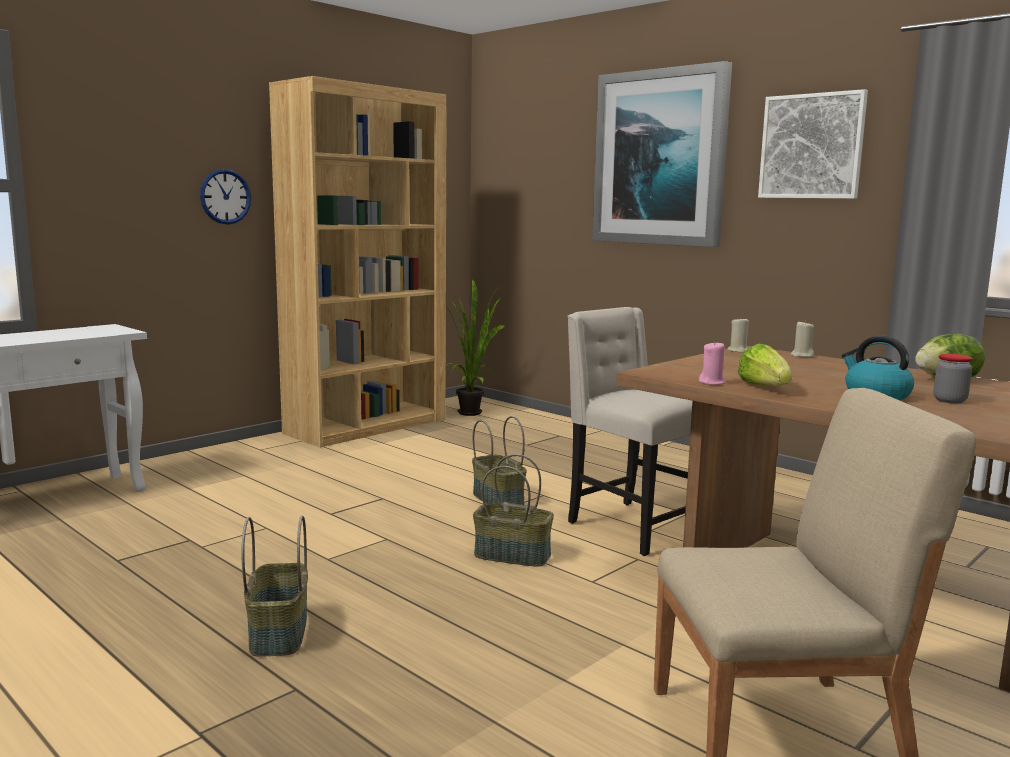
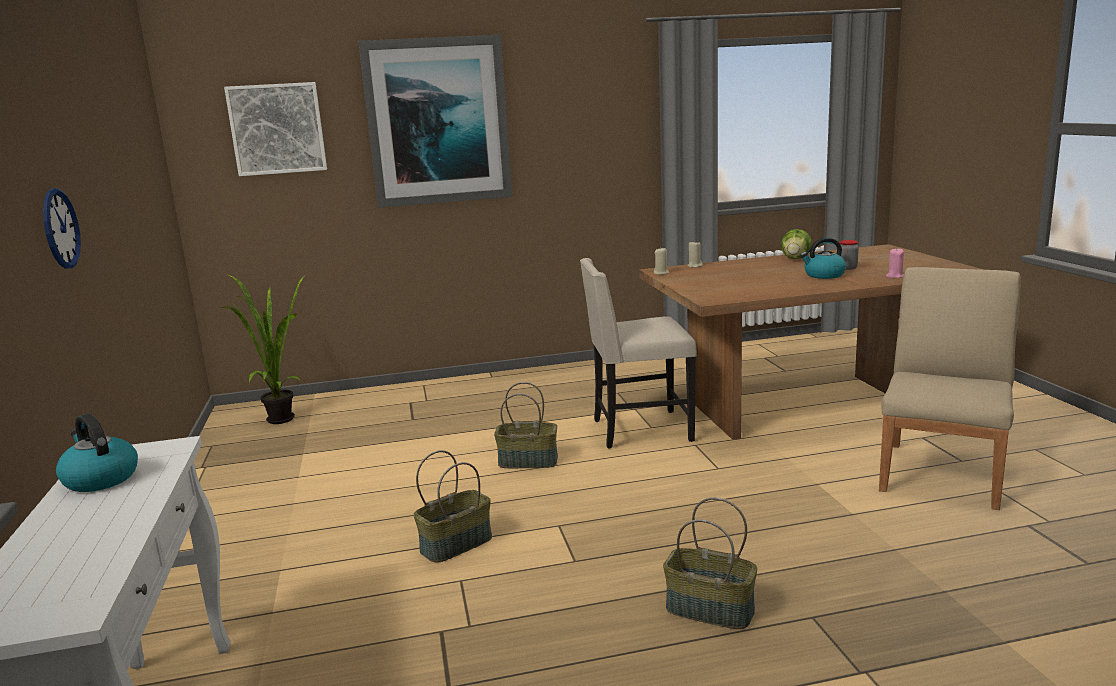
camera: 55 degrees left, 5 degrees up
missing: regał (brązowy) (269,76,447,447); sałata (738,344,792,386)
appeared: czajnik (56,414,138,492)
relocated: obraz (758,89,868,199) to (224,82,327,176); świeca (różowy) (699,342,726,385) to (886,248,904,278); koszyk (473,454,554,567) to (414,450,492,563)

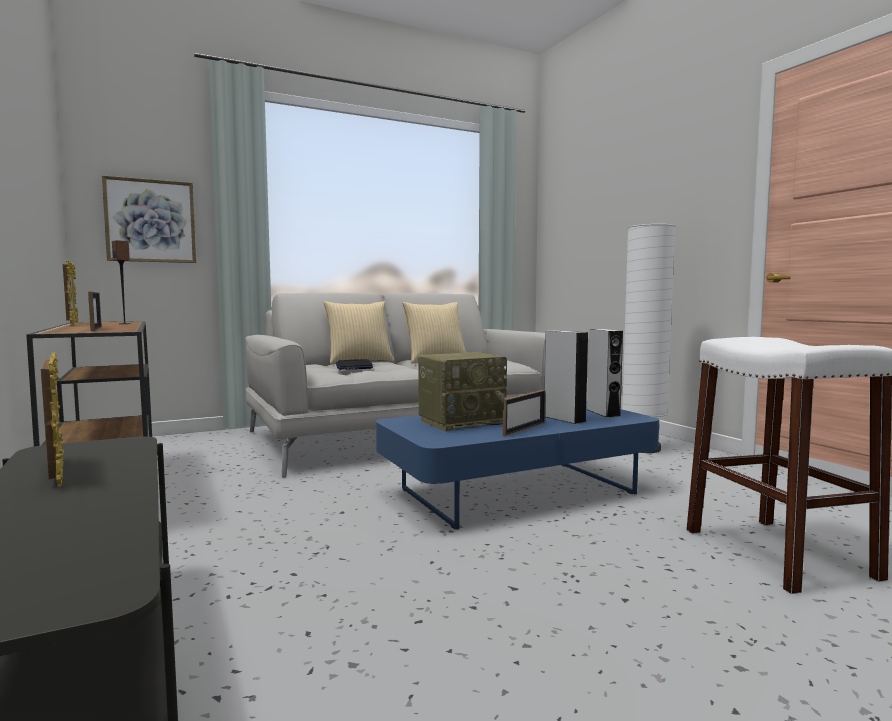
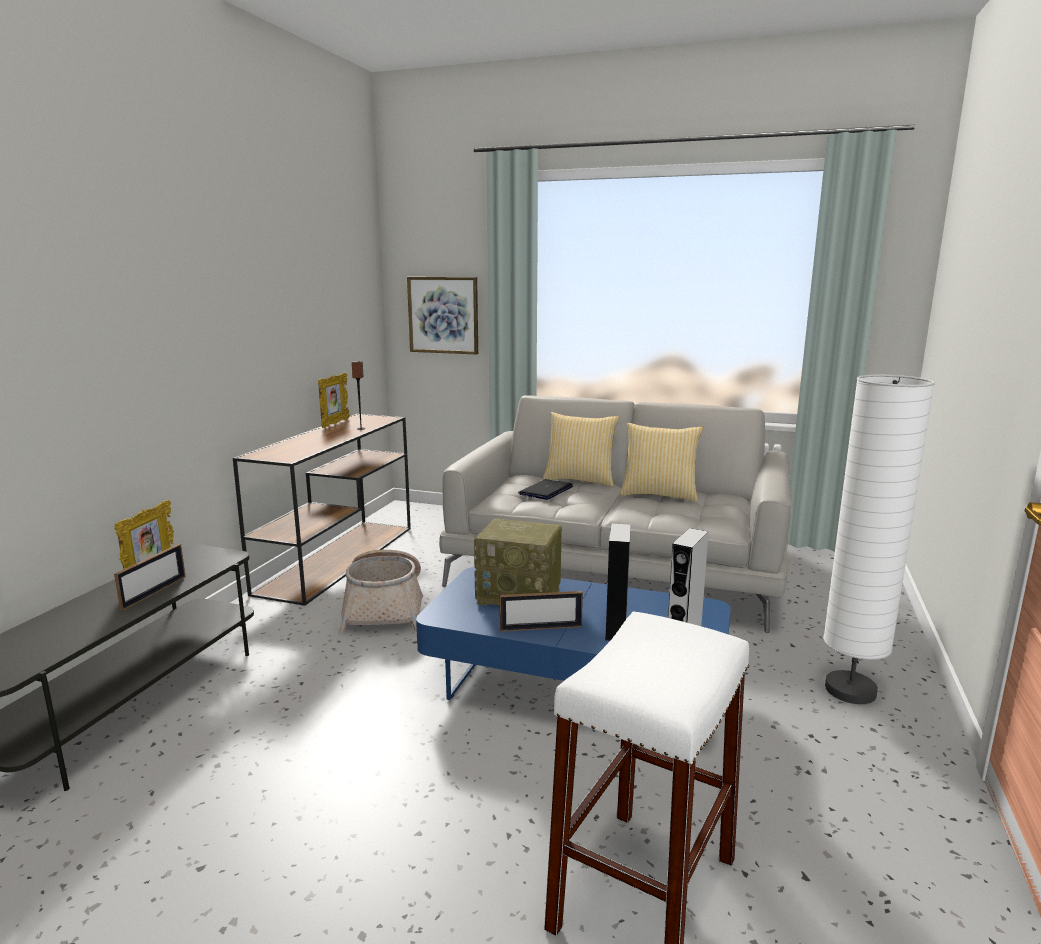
camera: 45 degrees right, 10 degrees up
appeared: koszyk (339,549,423,633)
relocated: ramka na zdjęcie (88,292,102,331) to (114,544,186,611)

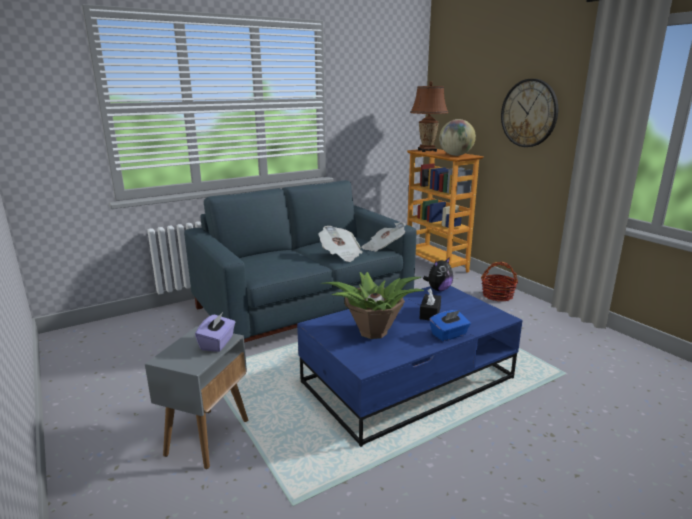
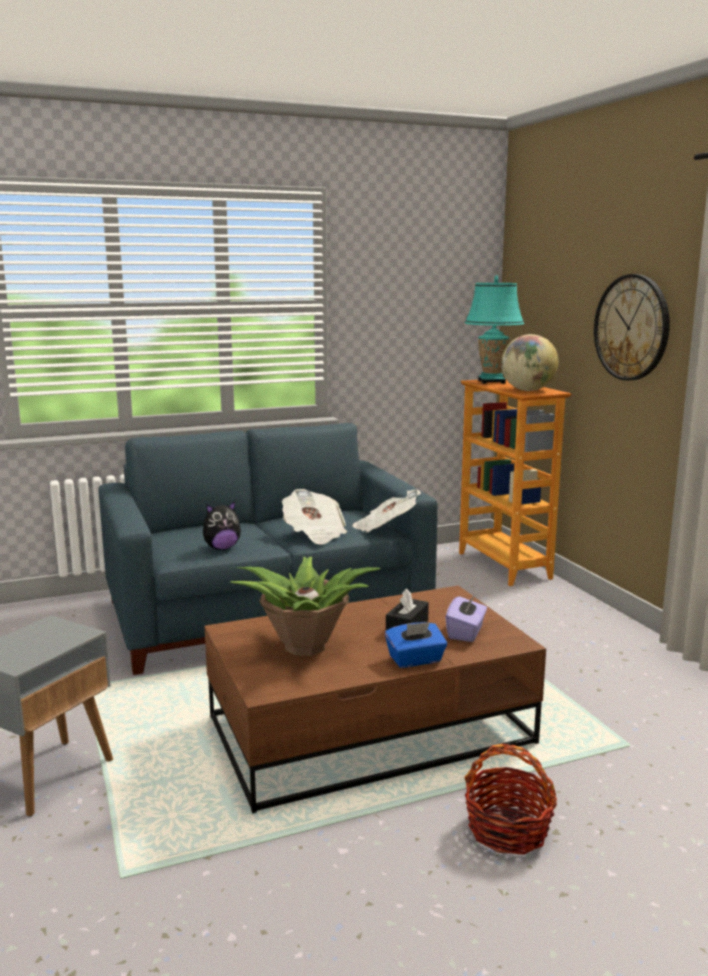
camera: 10 degrees right, 5 degrees down
relocated: pluszak (423,257,453,291) to (203,501,241,550); koszyk (481,262,518,301) to (464,744,557,855); pudełko chusteczek (fioletowy) (195,312,235,352) to (445,593,487,642)
colour: lampa stołowa (brązowy) (410,81,448,152) to lampa stołowa (turkusowy) (465,275,524,384); ława (niebieski) (297,286,523,447) to ława (brązowy) (204,586,546,813)

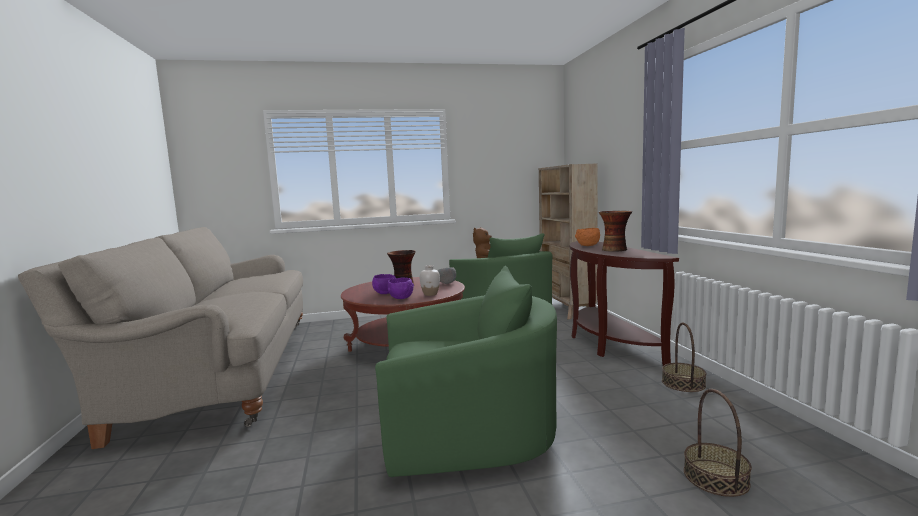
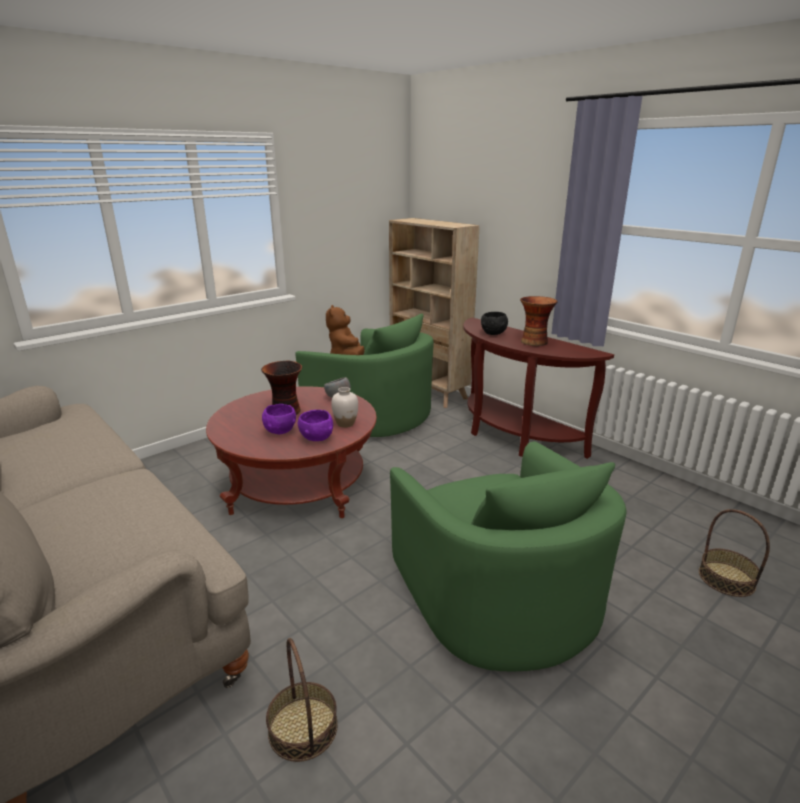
camera: 30 degrees left, 15 degrees up
relocated: koszyk (662,323,707,392) to (266,638,338,762)
colour: miska (pomarańczowy) (575,228,600,246) to miska (czarny) (481,312,508,335)
spun: fotel (zielony) (375,266,557,477) = (390,441,626,671) 105 degrees clockwise

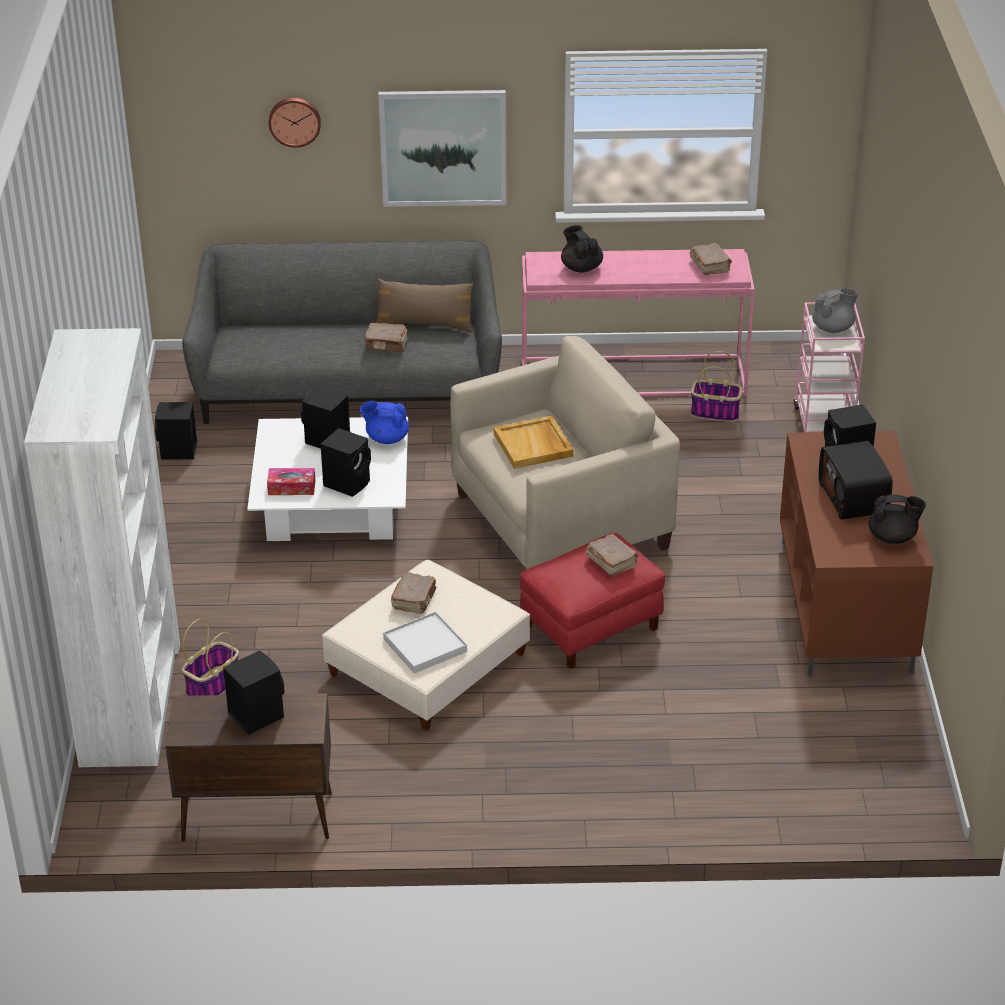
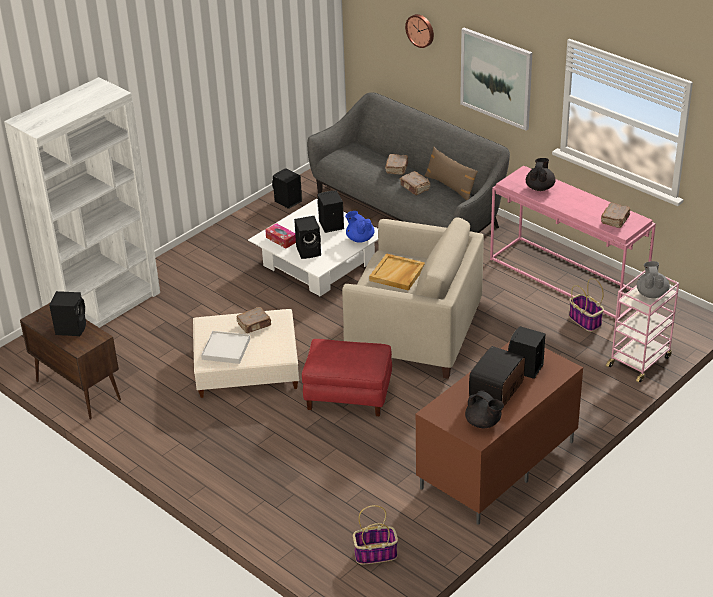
camera: 45 degrees right, 0 degrees up
relocated: książka (brązowy) (586,534,639,576) to (385,154,408,175); koszyk (182,619,239,696) to (353,505,398,564)
spun: imbryk (szary) (812,288,858,333) = (637,261,670,298) 105 degrees counterclockwise

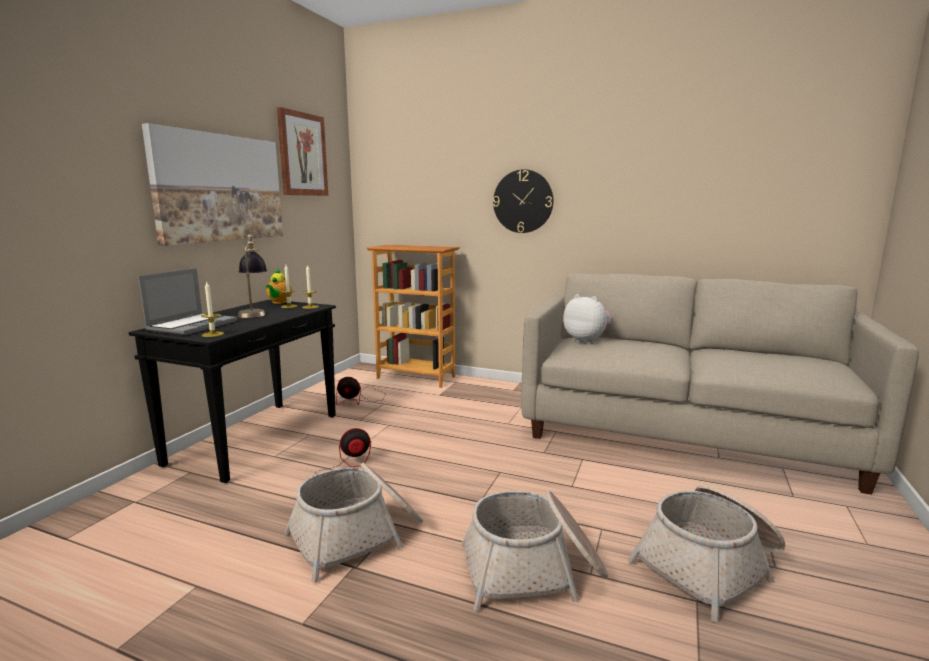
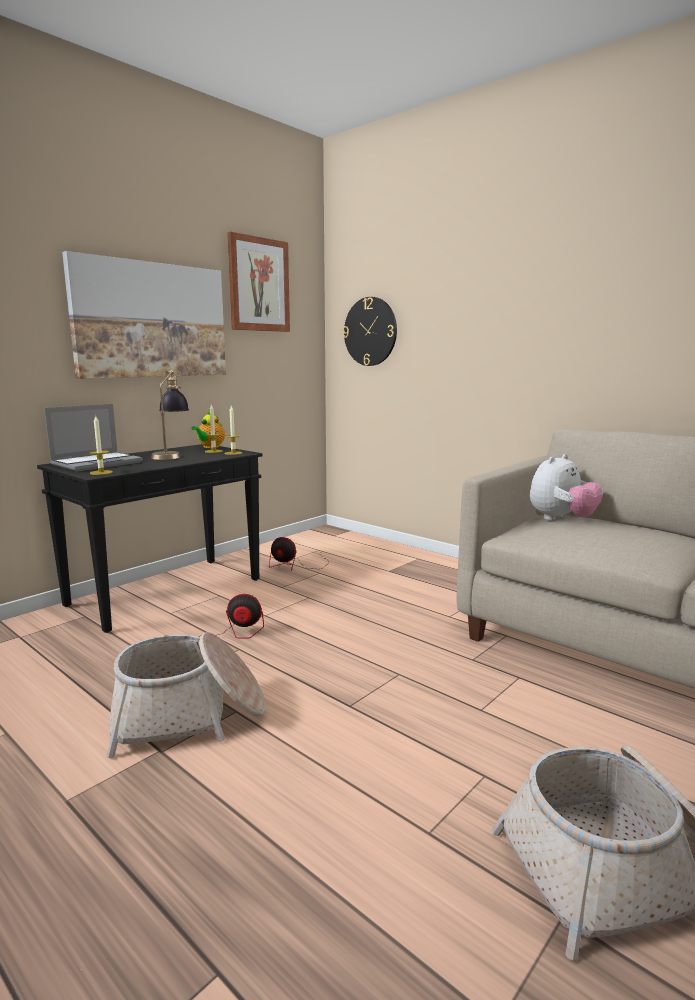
camera: 20 degrees right, 0 degrees up
missing: regał (366,245,460,388); koszyk (461,491,608,611)
relocated: zegar ścienny (493,169,554,233) to (343,297,397,366)
spun: pluszak (563,294,612,344) = (530,454,603,521) 75 degrees clockwise

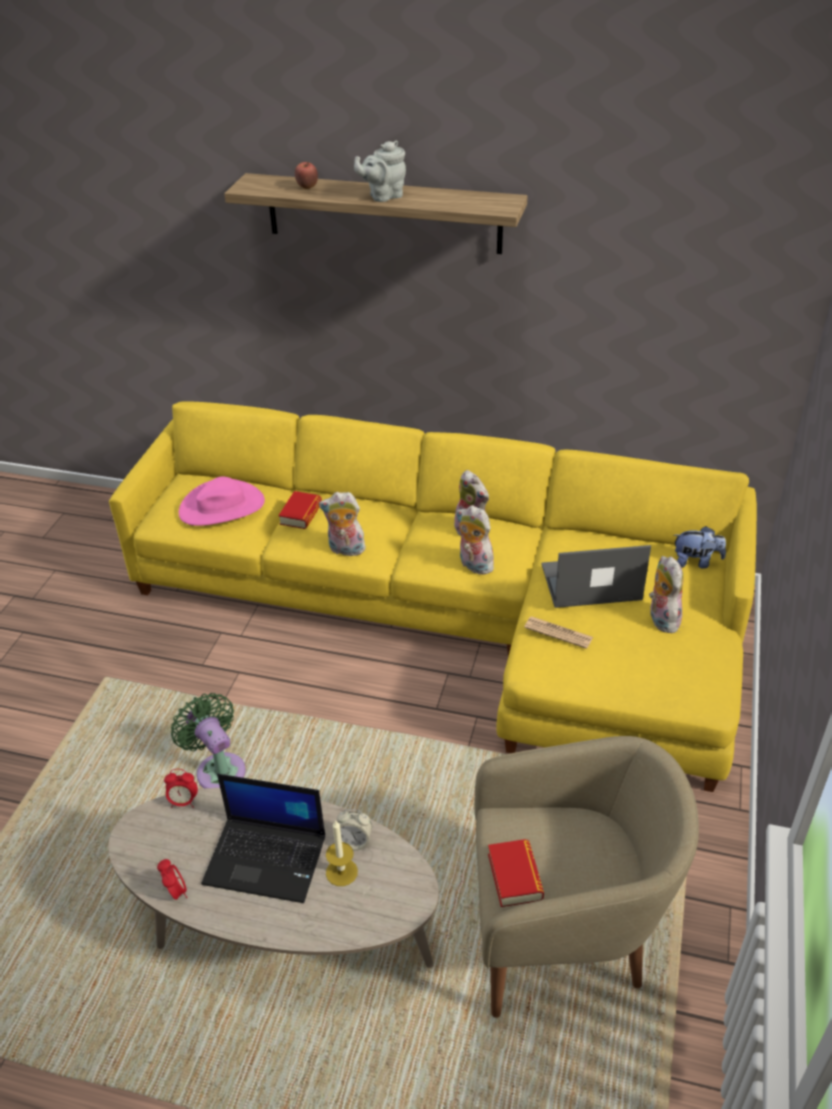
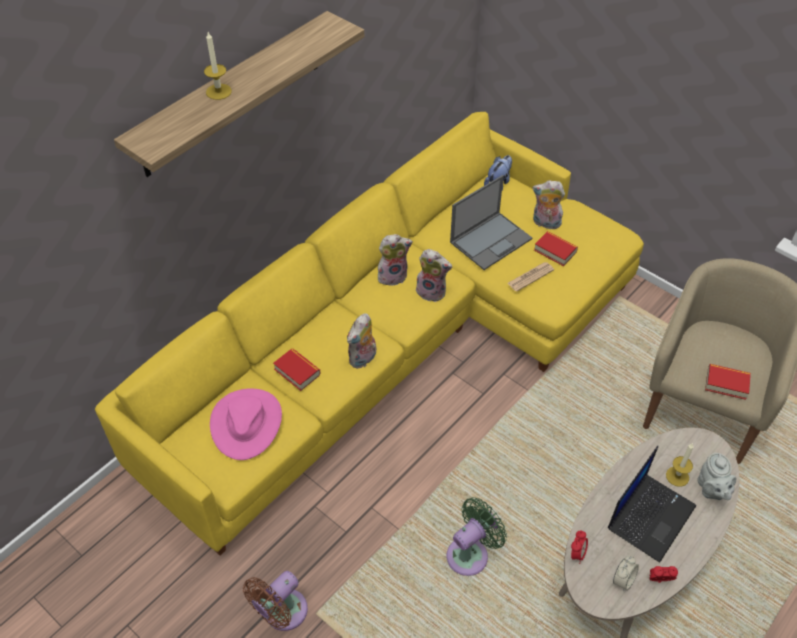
camera: 65 degrees left, 10 degrees up
missing: jabłko (295,162,318,189)
appeared: świeca (204,32,232,100); książka (534,231,578,266); wentylator (brązowy) (243,571,308,631)
relocated: imbryk (szary) (354,140,406,202) to (697,453,736,500); budzik (337,809,372,851) to (613,556,639,591)
spun: pluszak (457,505,494,575) = (416,249,452,302) 135 degrees counterclockwise; laptop (541,545,651,608) = (450,175,532,270) 150 degrees counterclockwise; wentylator (zielony) (171,693,246,789) = (447,497,507,576) 150 degrees clockwise

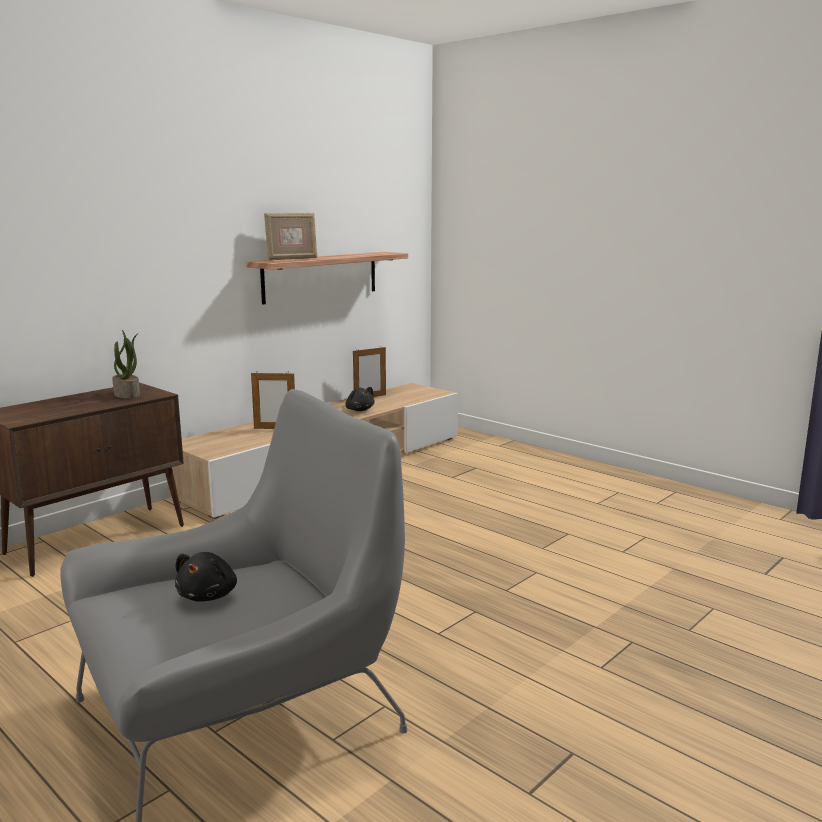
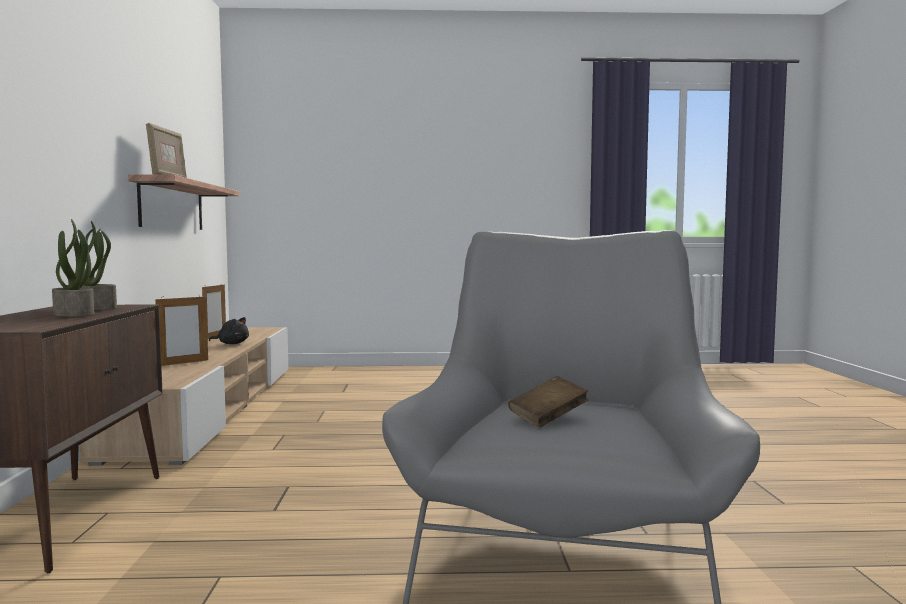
camera: 45 degrees left, 10 degrees down
appeared: roślina doniczkowa (52,219,95,317)
exchanged: pluszak (czarny) (175,552,237,602) to książka (brązowy) (508,376,588,427)

